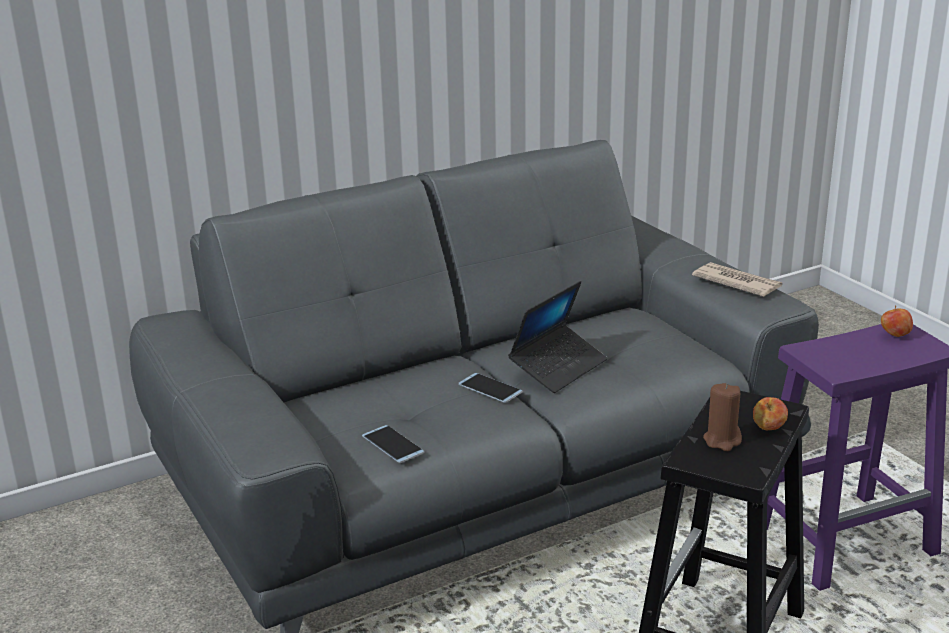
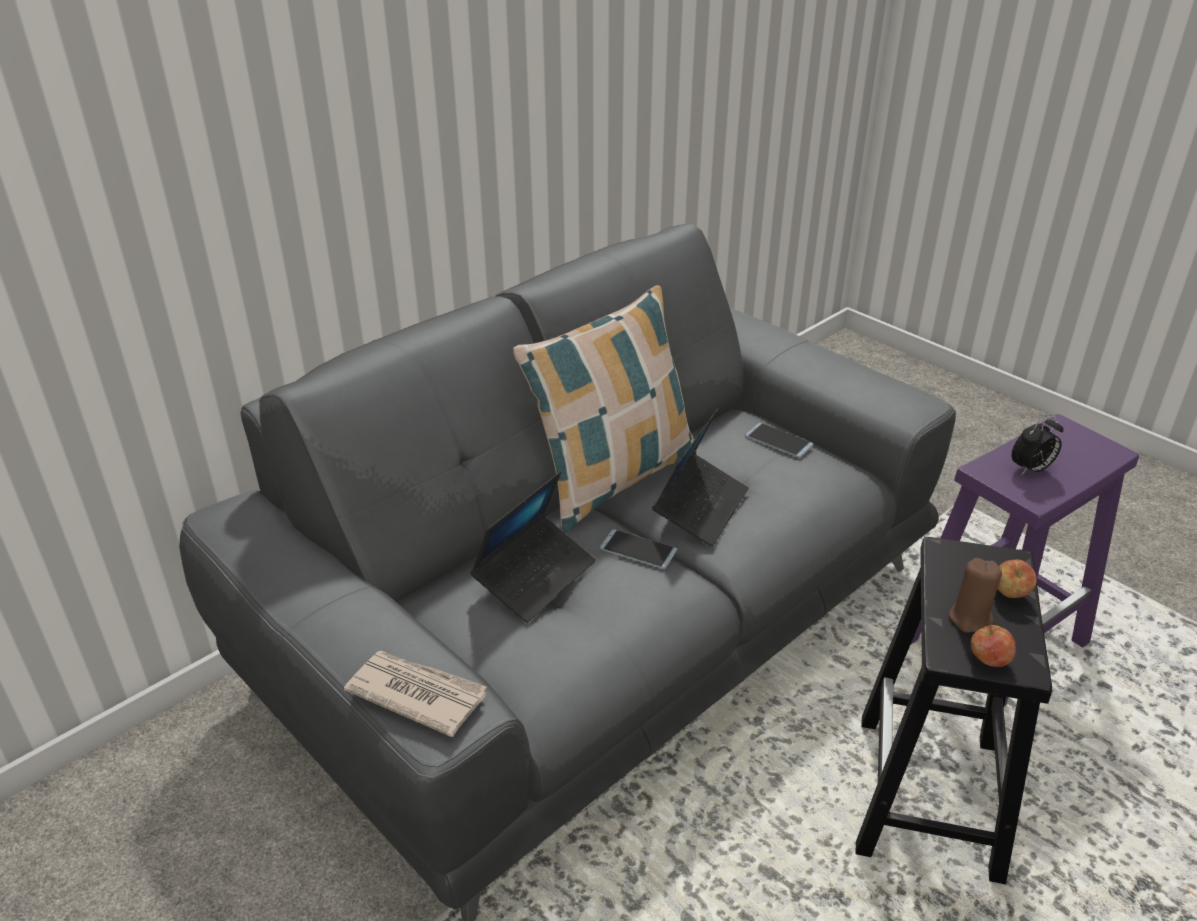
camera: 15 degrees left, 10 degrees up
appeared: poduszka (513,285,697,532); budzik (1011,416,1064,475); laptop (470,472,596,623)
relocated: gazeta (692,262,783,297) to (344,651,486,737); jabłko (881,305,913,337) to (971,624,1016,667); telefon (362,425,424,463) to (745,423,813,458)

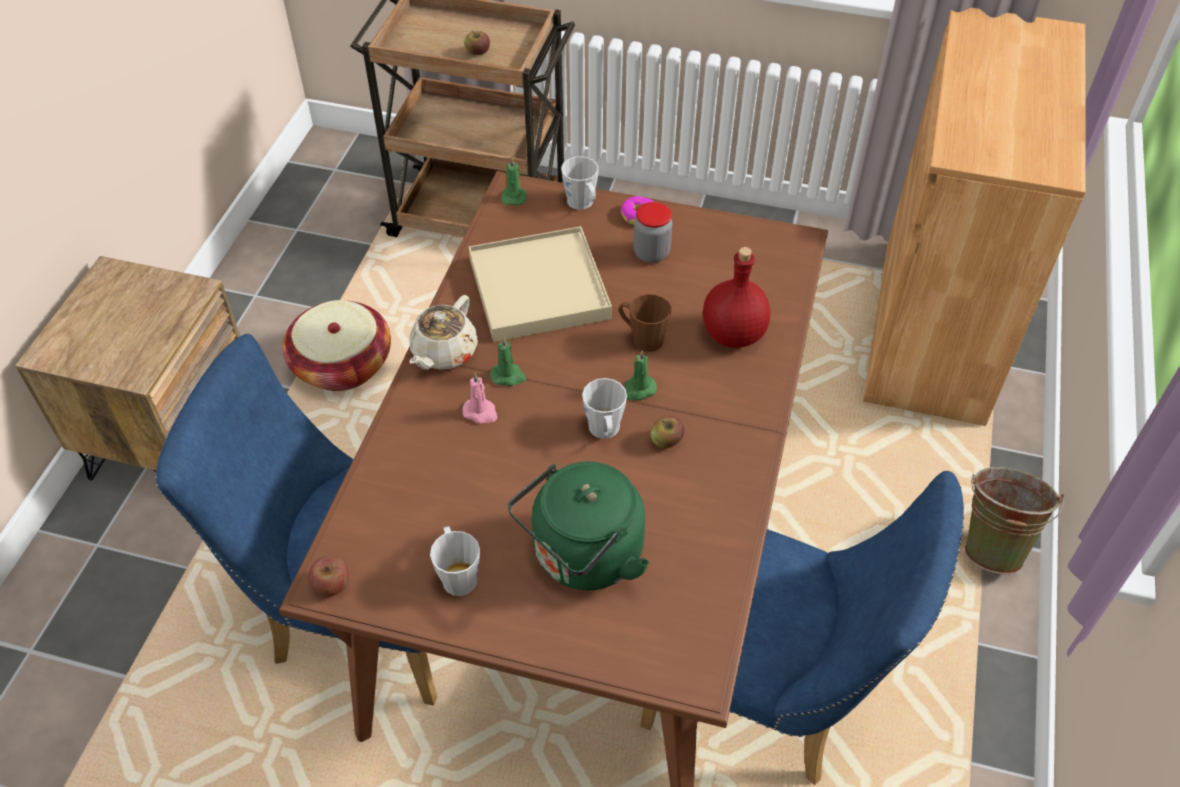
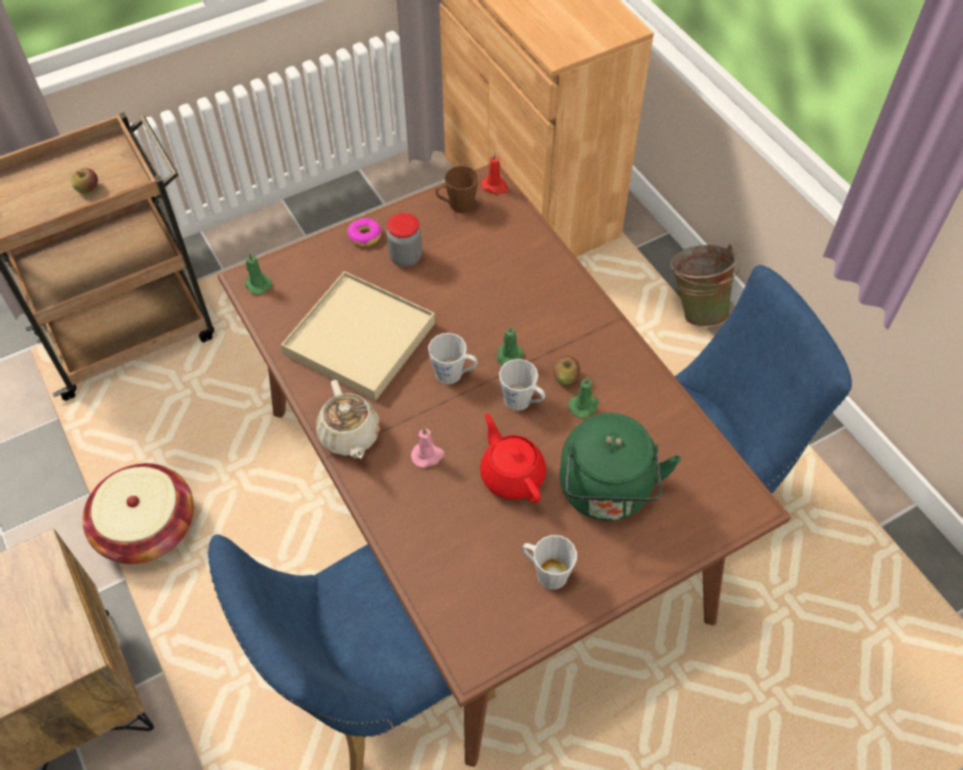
camera: 45 degrees left, 5 degrees up
missing: butelka (czerwony) (703,247,770,348); jabłko (308,556,349,596)
appeared: świeca (czerwony) (481,152,508,194); imbryk (czerwony) (480,413,546,503)
relocated: kubek (szary) (561,156,599,210) to (428,333,478,384); kubek (brązowy) (619,294,671,352) to (435,166,478,213); świeca (zielony) (490,337,526,386) to (568,376,599,418)

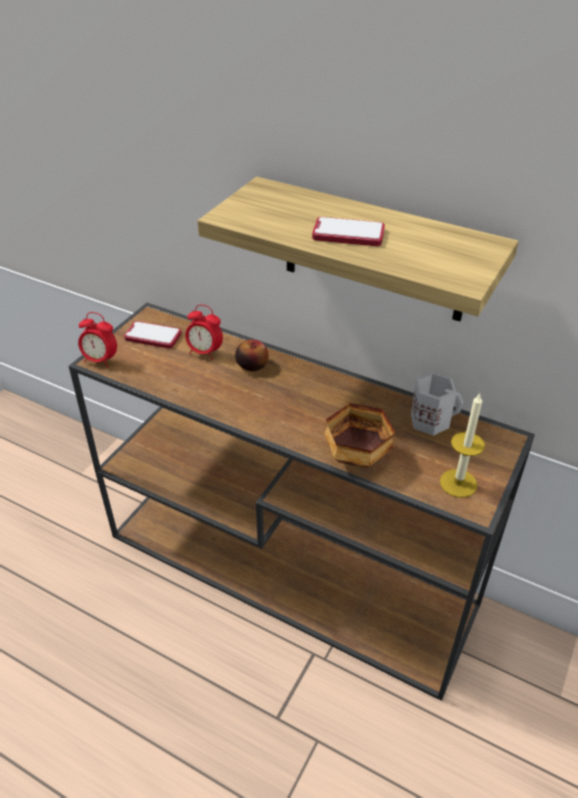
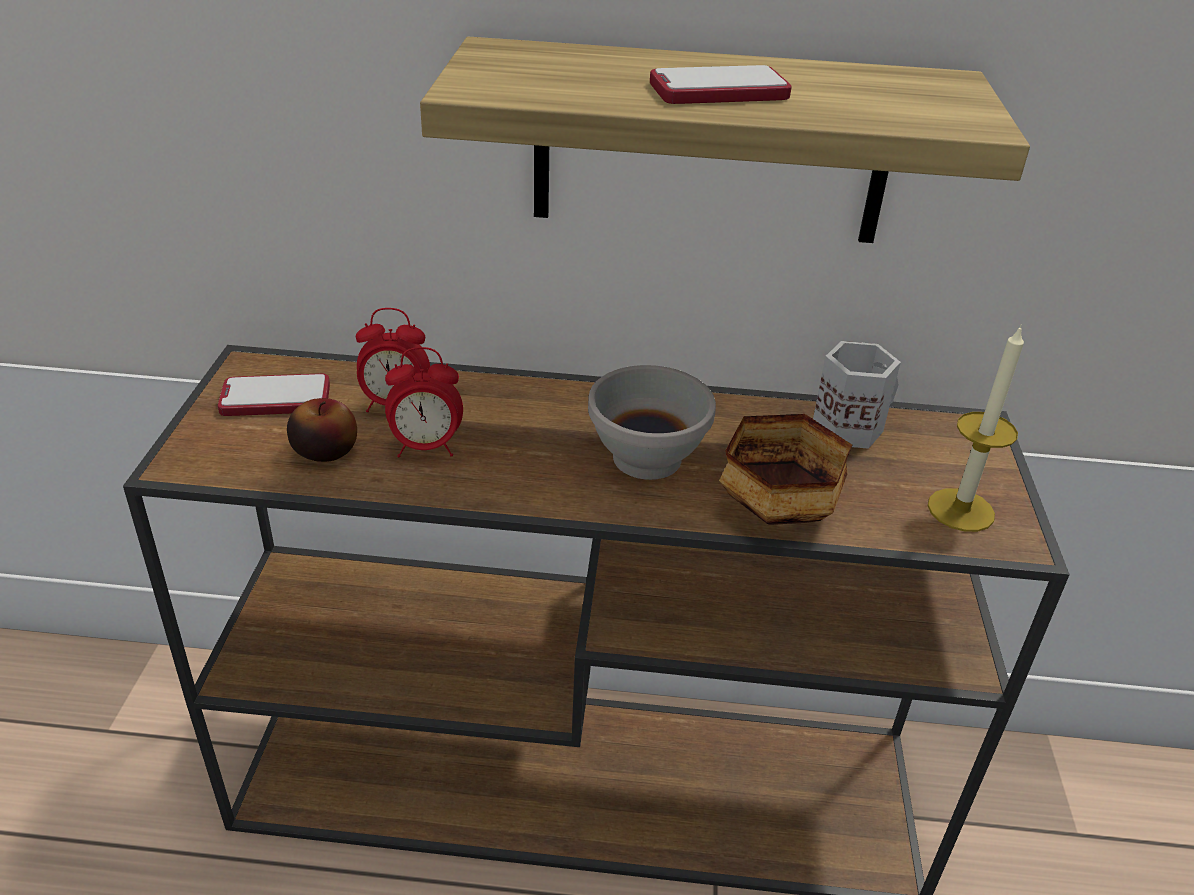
camera: 25 degrees left, 5 degrees down
appeared: miska (biały) (588,365,716,480)
relocated: budzik (78,312,117,368) to (385,347,463,458); jabłko (235,339,269,371) to (287,398,357,462)

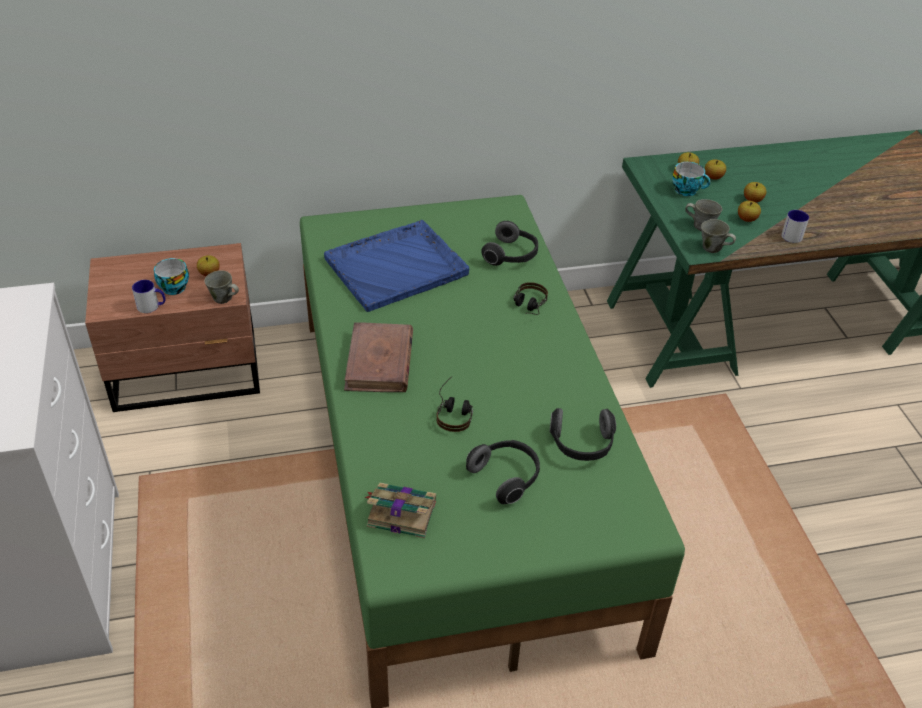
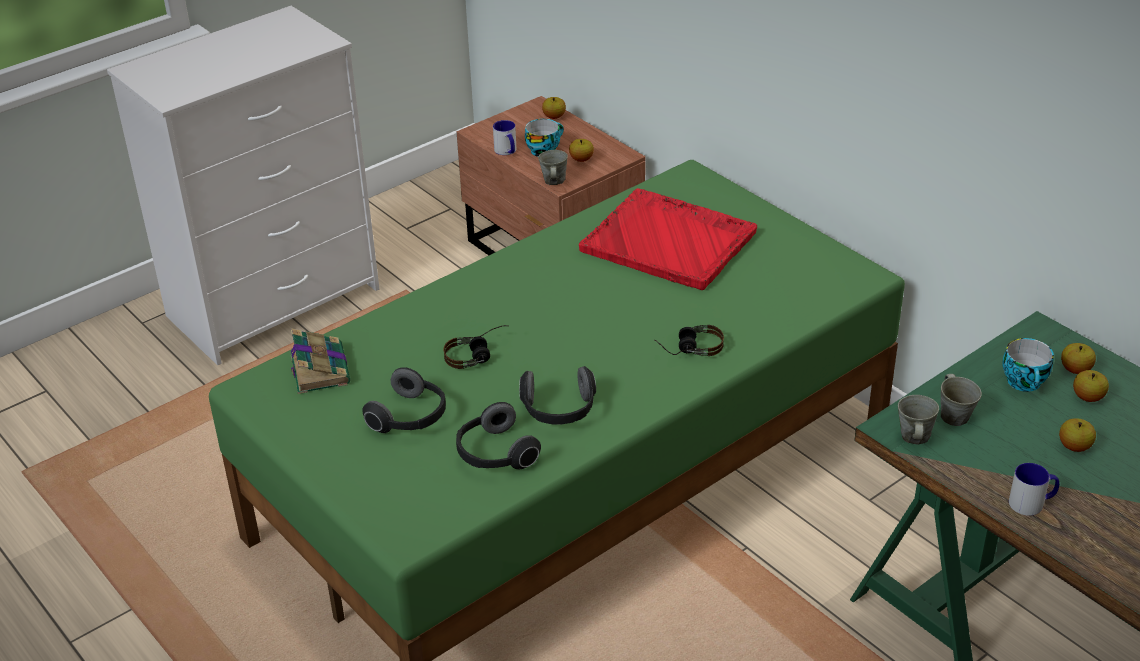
camera: 65 degrees right, 5 degrees down
missing: książka (brązowy) (344,322,413,392)
relocated: jabłko (738,201,761,222) to (542,97,566,119); słuchawki (481,221,538,266) to (519,366,596,425)
colour: taca (niebieski) (324,220,469,312) to taca (czerwony) (579,188,757,290)

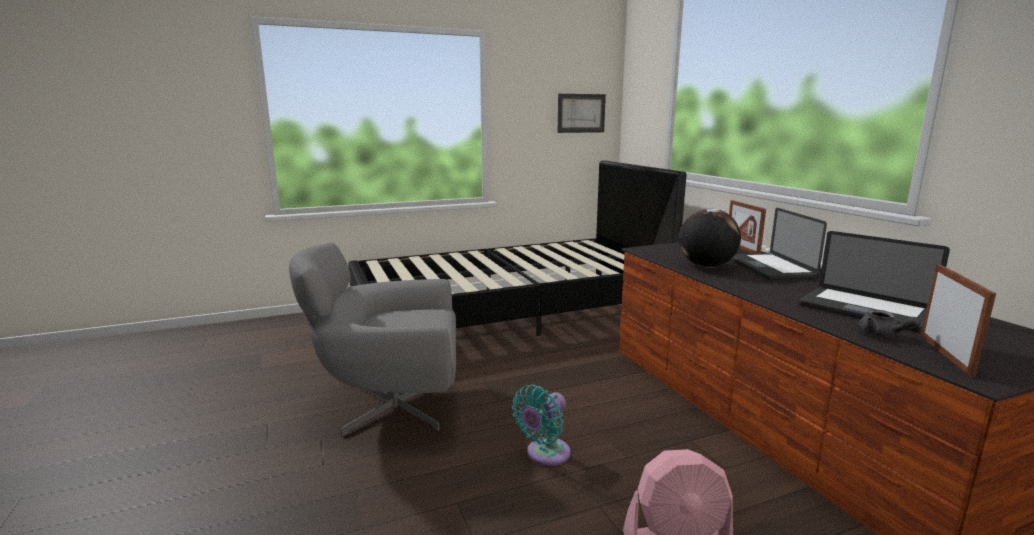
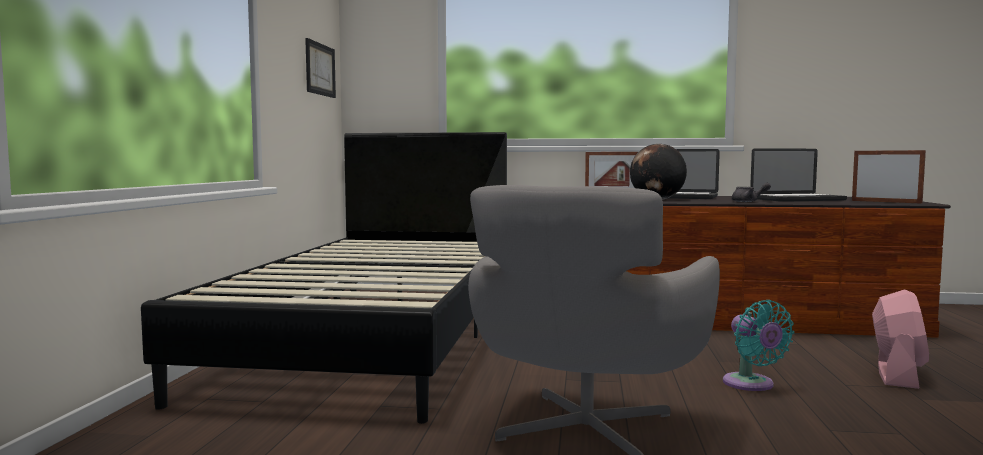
camera: 60 degrees left, 10 degrees down
relocated: imbryk (szary) (858,309,921,337) to (732,182,771,202)

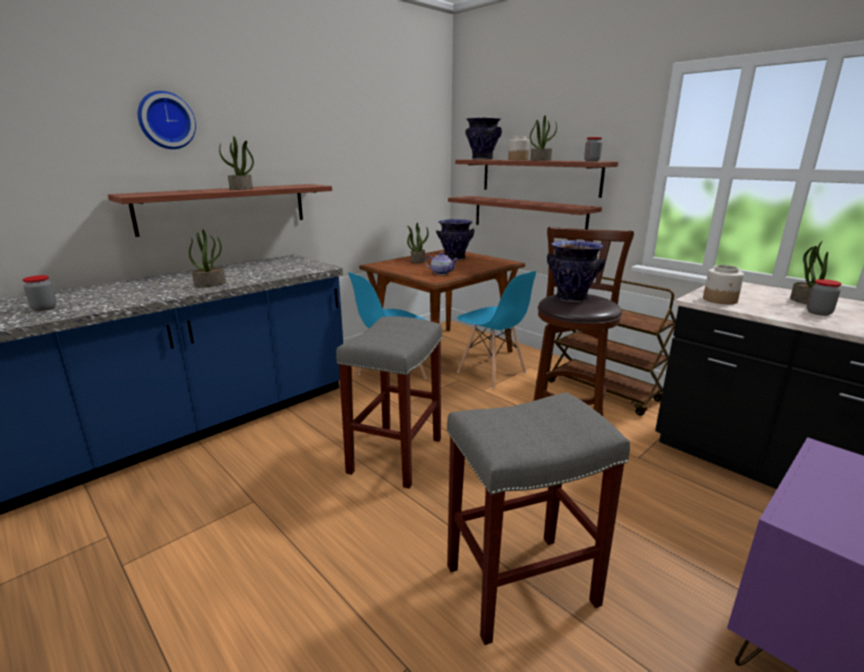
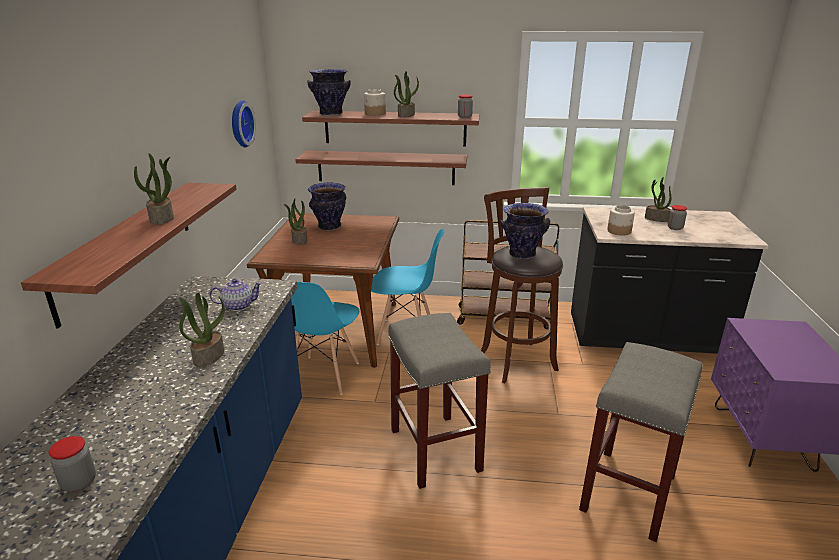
camera: 40 degrees left, 5 degrees up
relocated: zegar ścienny (138,91,196,149) to (232,100,256,148); imbryk (425,252,458,275) to (209,278,262,311)

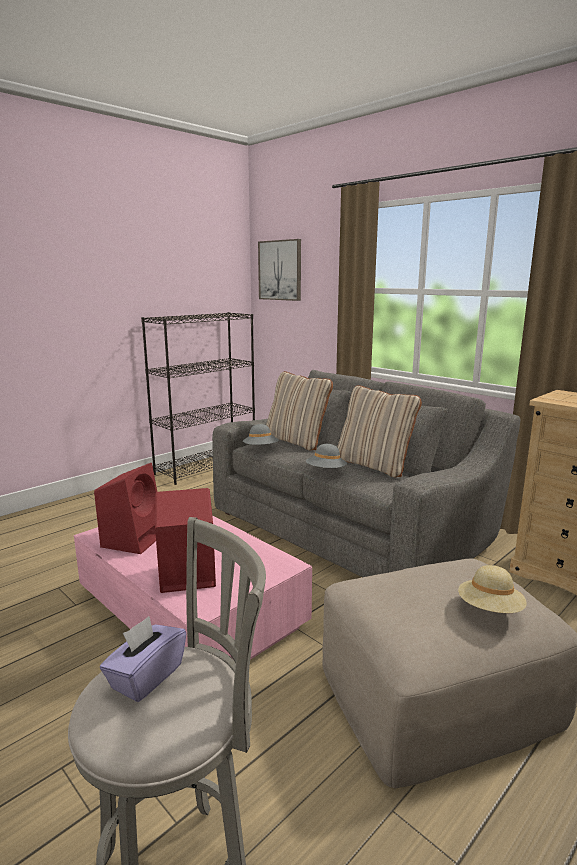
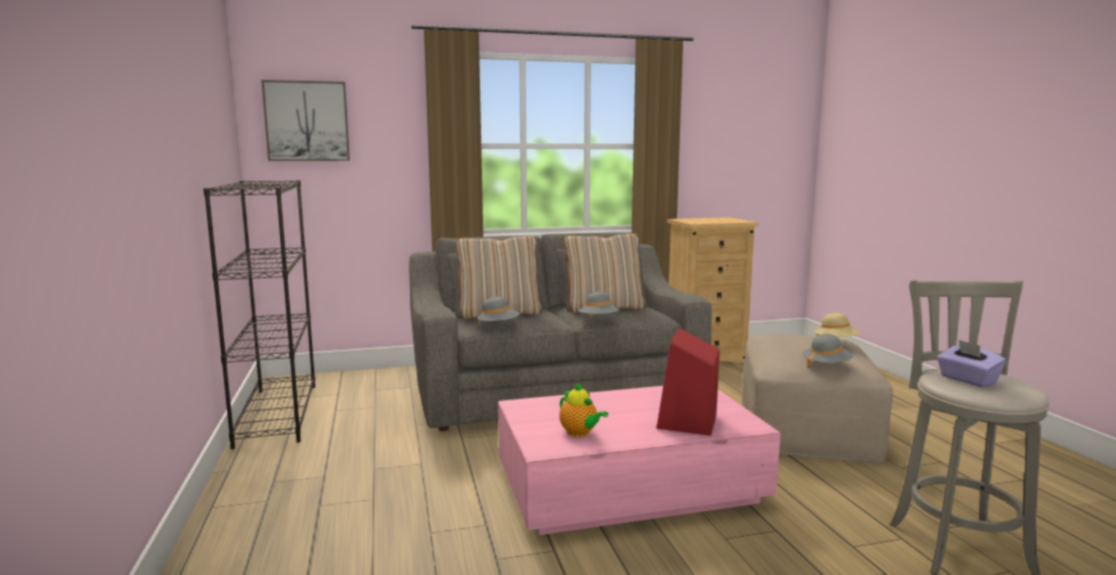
camera: 60 degrees left, 5 degrees down
appeared: kapelusz (szary) (802,334,853,369)
exchanged: głośnik (czerwony) (94,463,157,554) to imbryk (559,382,608,437)

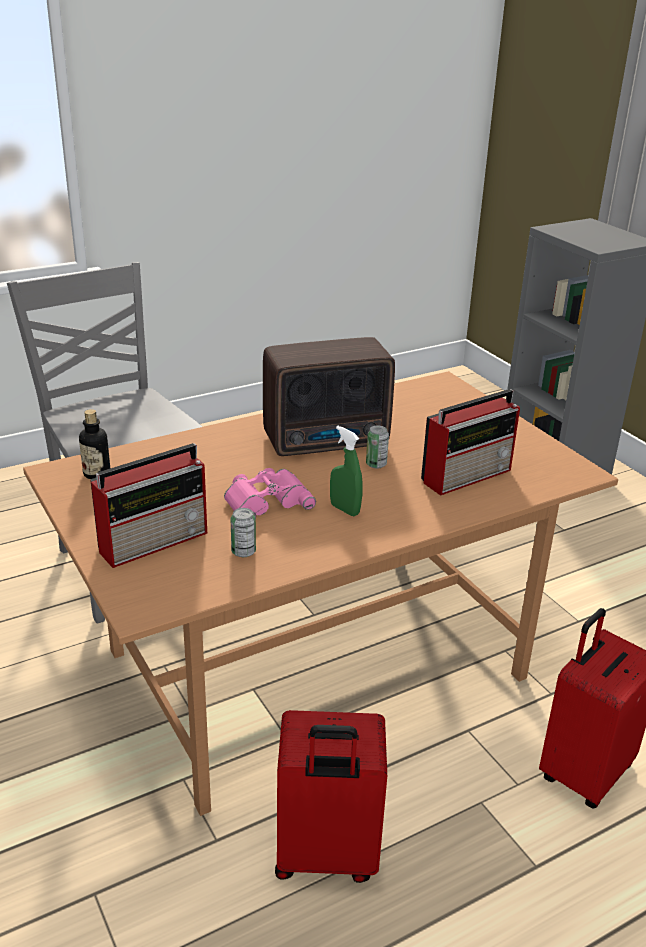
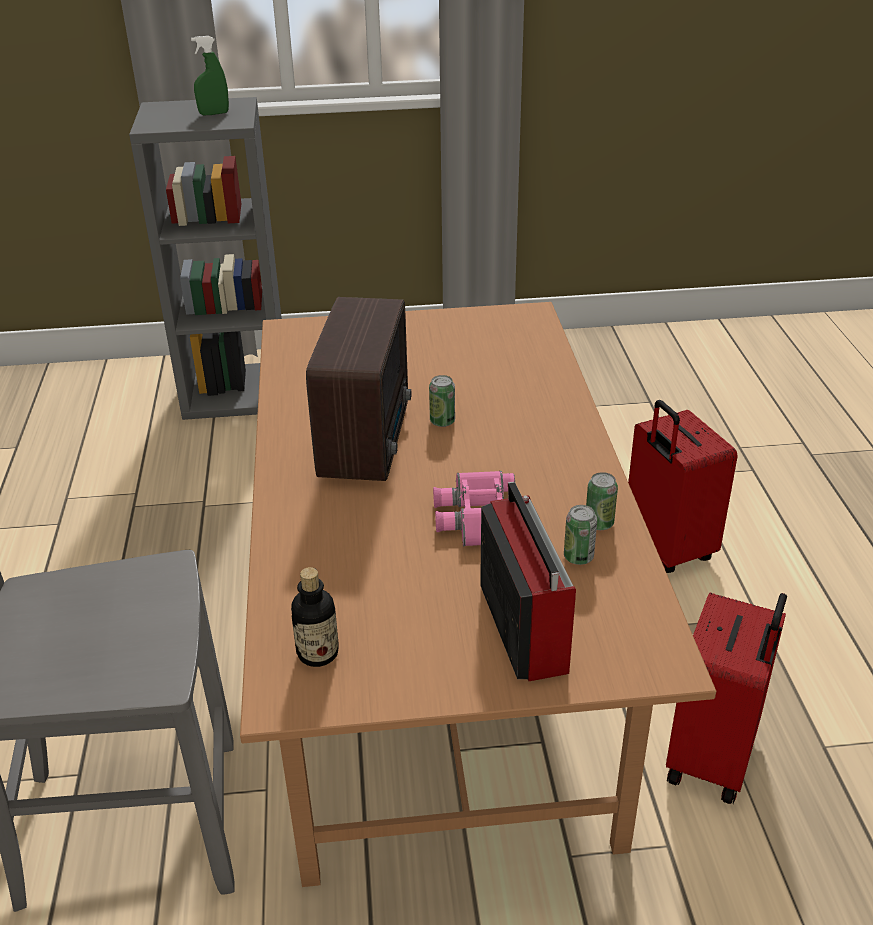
camera: 65 degrees left, 5 degrees up
missing: radio (421,389,520,496)
appeared: puszka (586,472,618,530)
relocated: spryskiwacz (zielony) (330,426,363,516) to (191,36,229,115)

